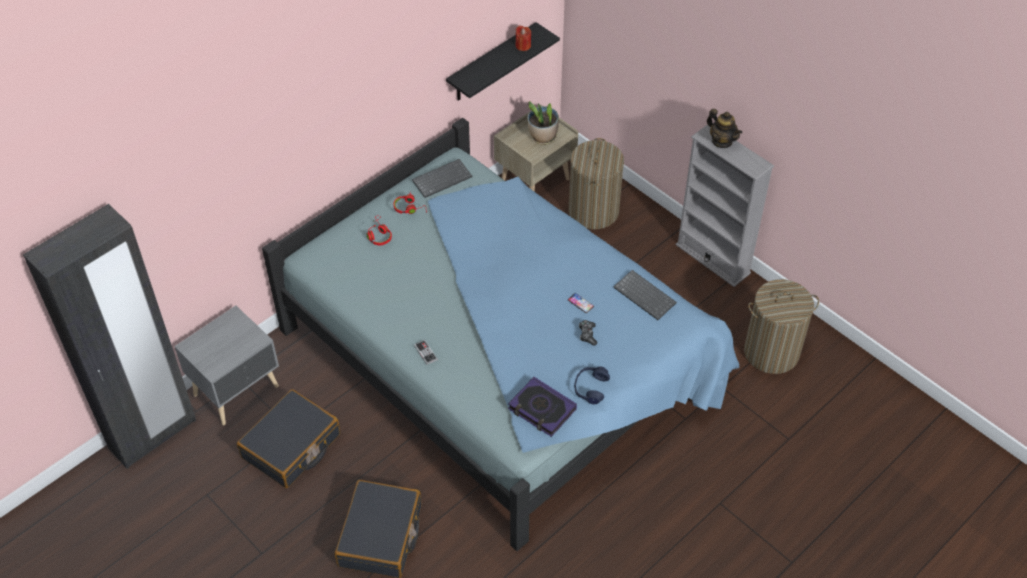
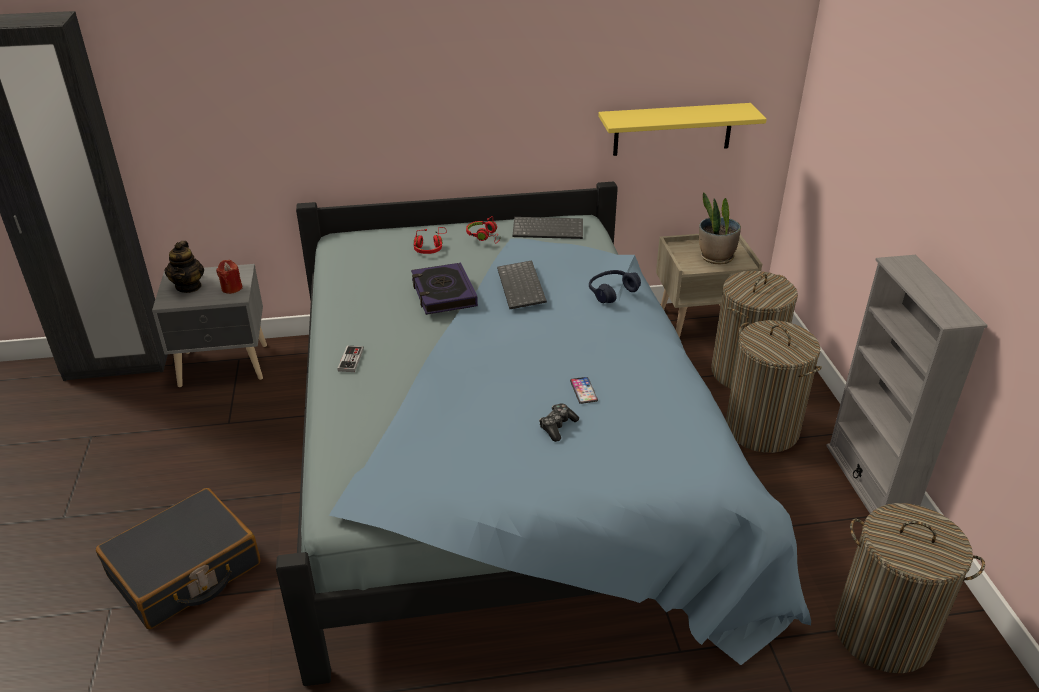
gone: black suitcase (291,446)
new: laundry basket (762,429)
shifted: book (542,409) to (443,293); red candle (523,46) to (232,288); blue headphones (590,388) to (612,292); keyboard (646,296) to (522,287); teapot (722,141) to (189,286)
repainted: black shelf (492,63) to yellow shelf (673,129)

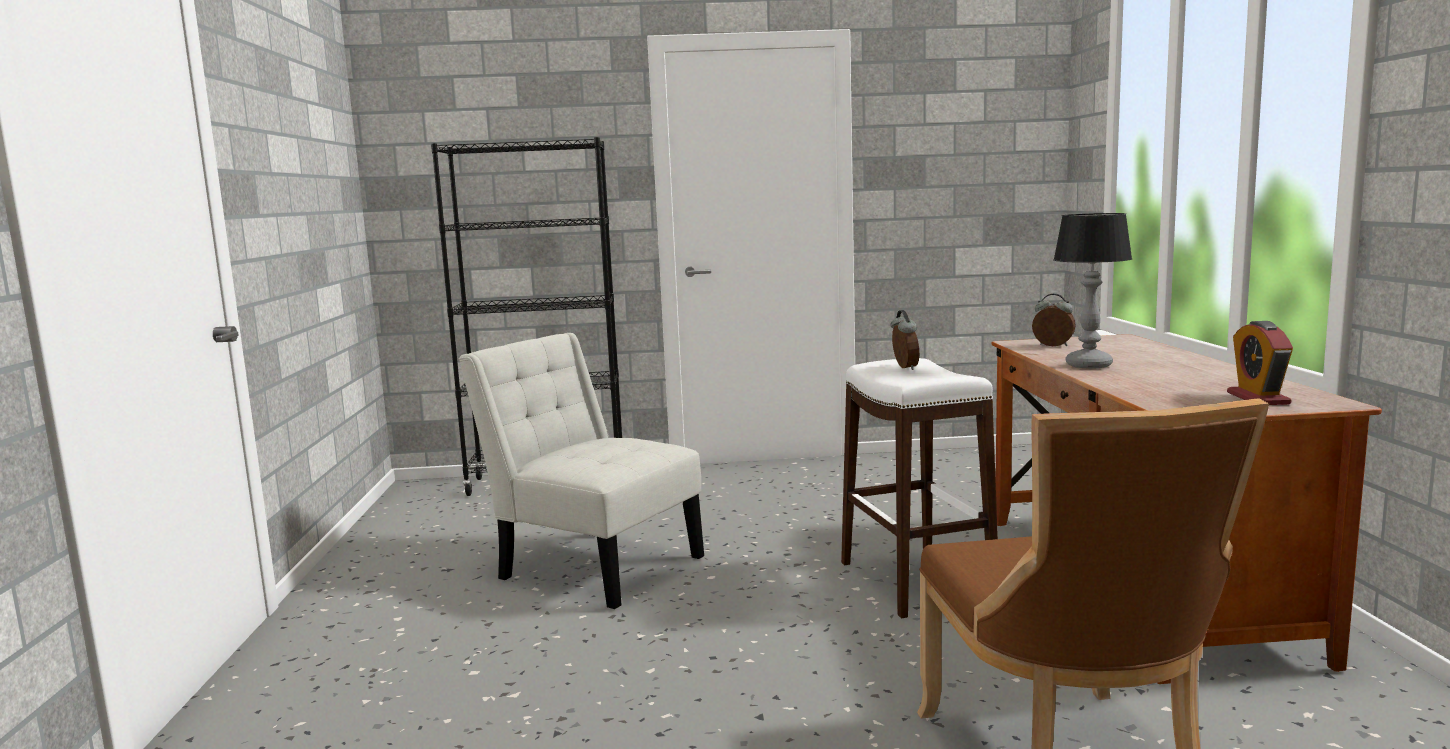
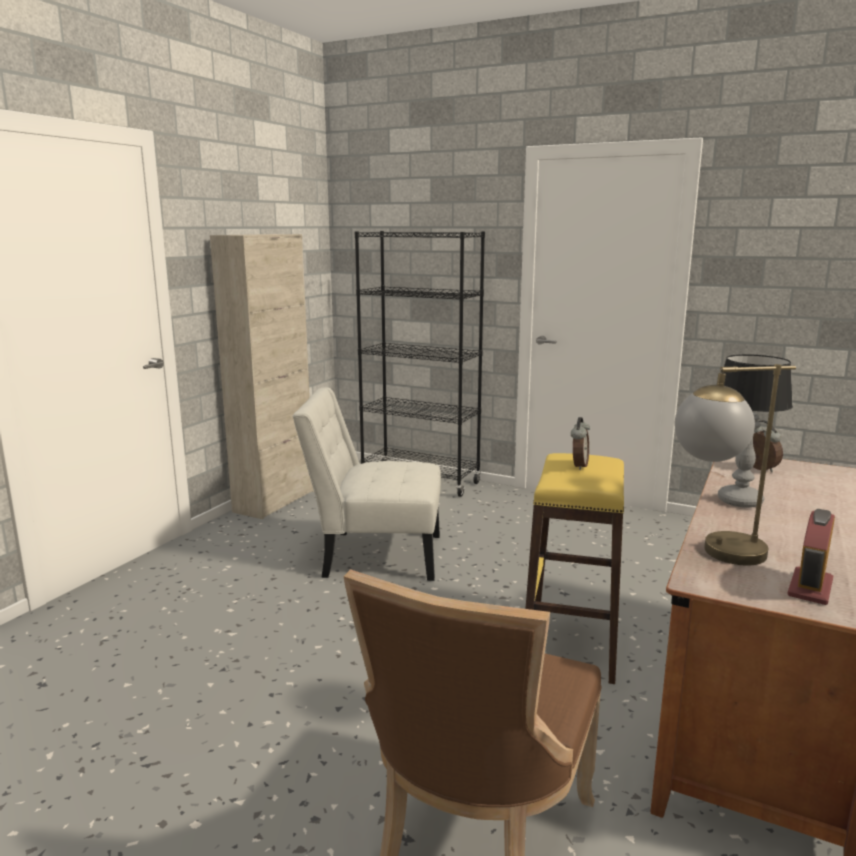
new: beige cabinet (274,501); table lamp (714,554)
repainted: white stool (915,581) to yellow stool (571,641)
rotated: white chair (594,565) = (375,555) 60 degrees counterclockwise

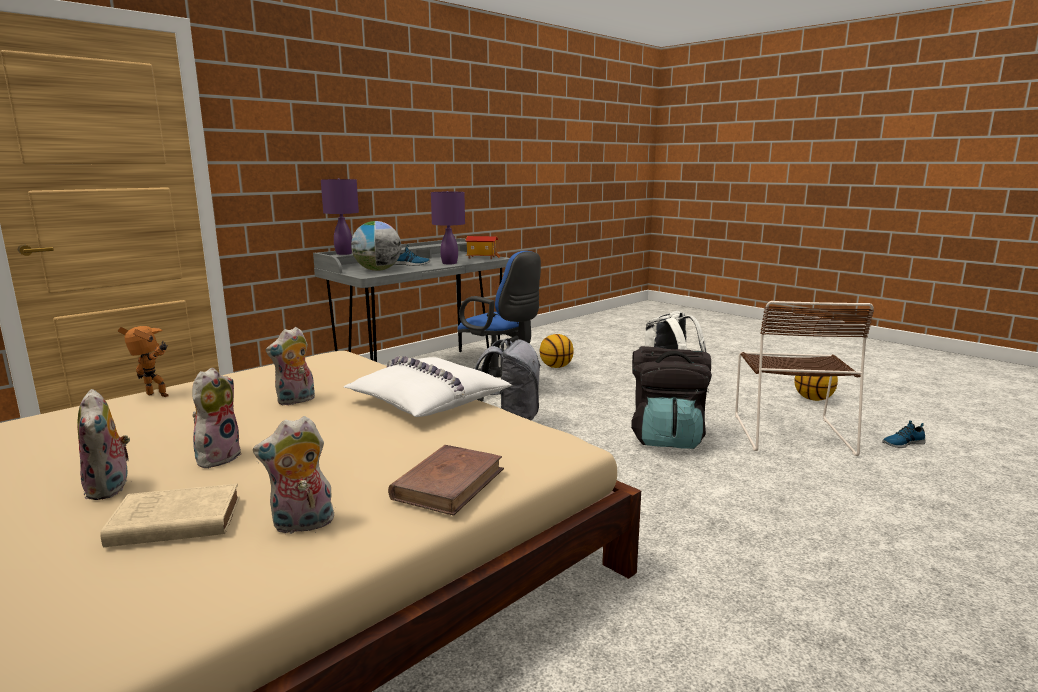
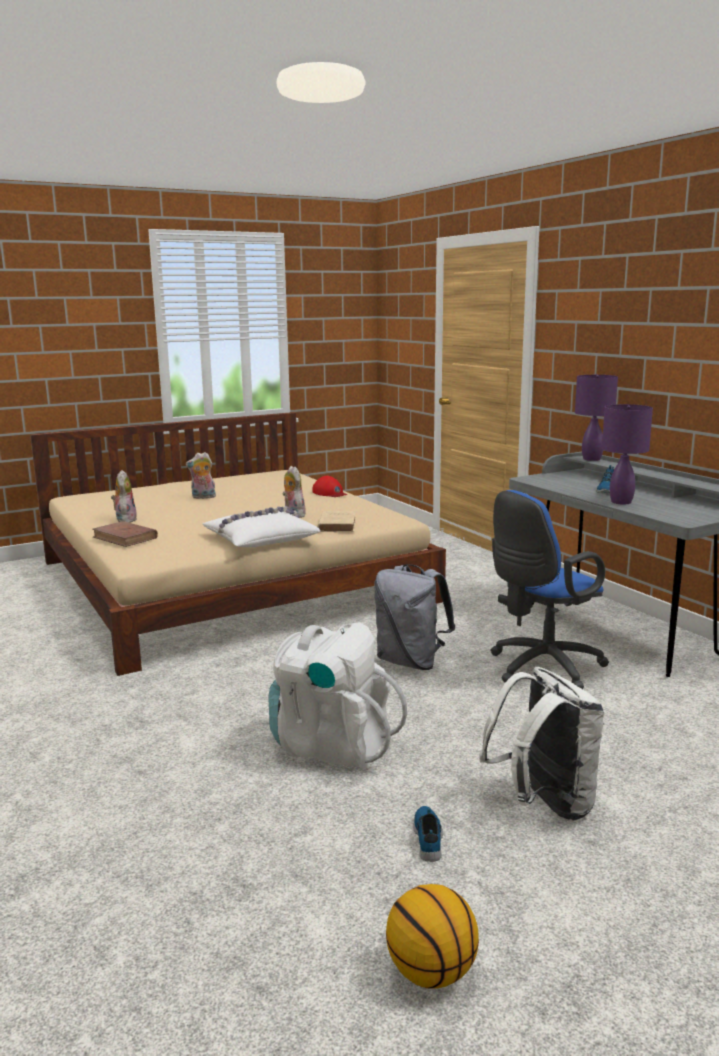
gone: plush toy (218,457); globe (377,270); toy house (482,257); basketball (556,367); brown chair (791,432)
shifted: beige book (172,522) to (337,525); shoe (902,443) to (429,837)
swapped: toy robot (155,396) to red cap (330,493)
repainted: black backpack (666,438) to white backpack (331,745)

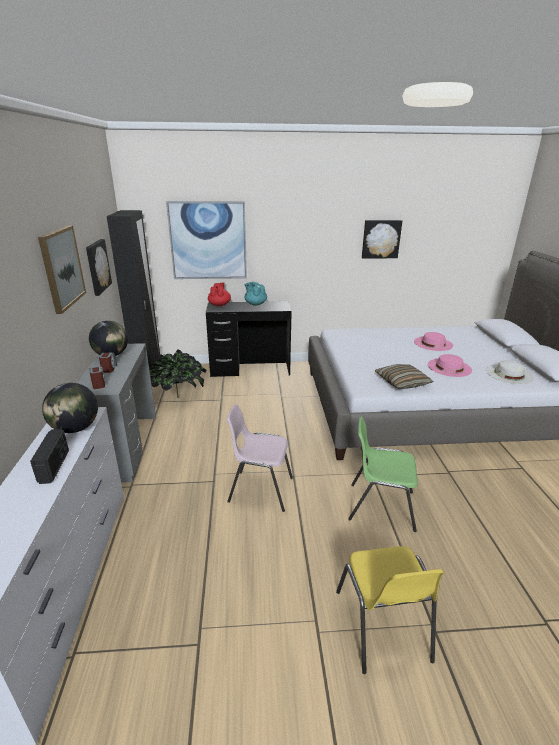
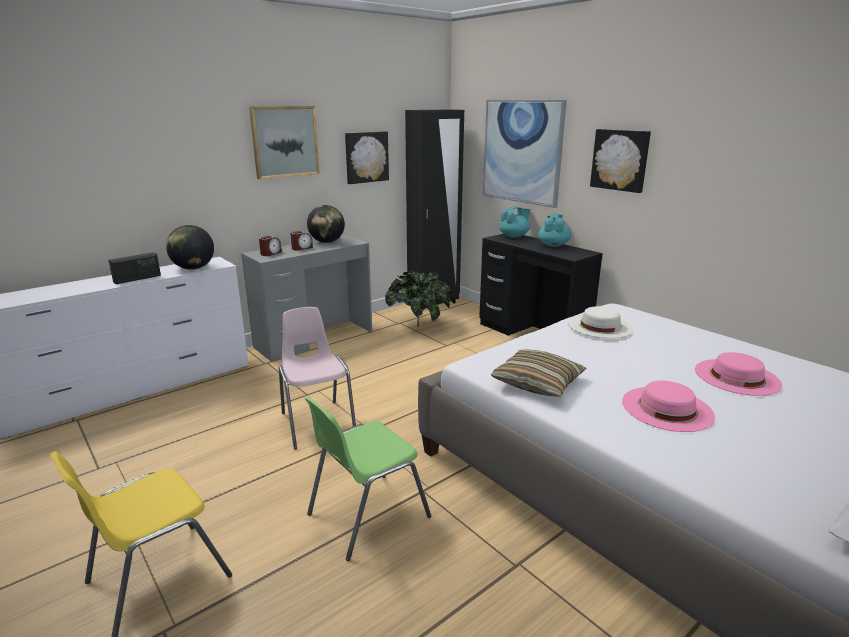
shifted: picture (381,239) to (620,160); white hat (509,374) to (600,325)
repainted: red teapot (219,305) to turquoise teapot (514,236)
rotated: green chair (380,505) = (366,515) 105 degrees counterclockwise

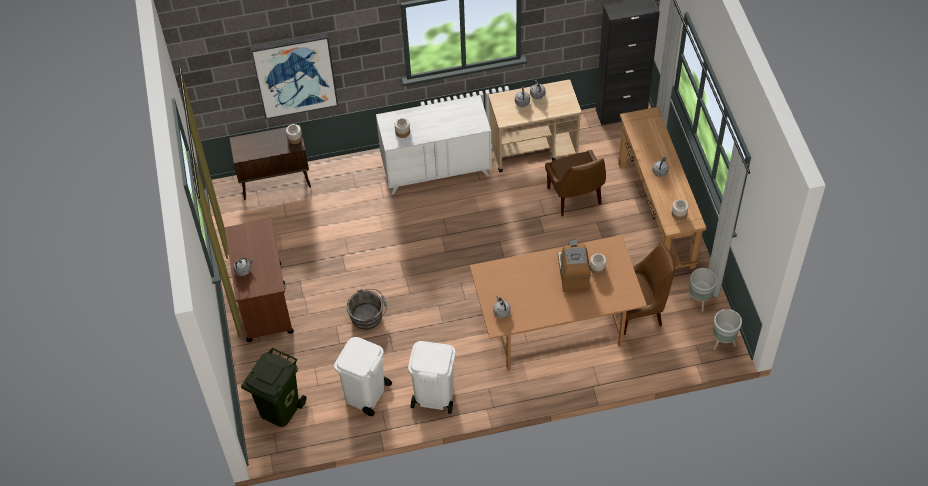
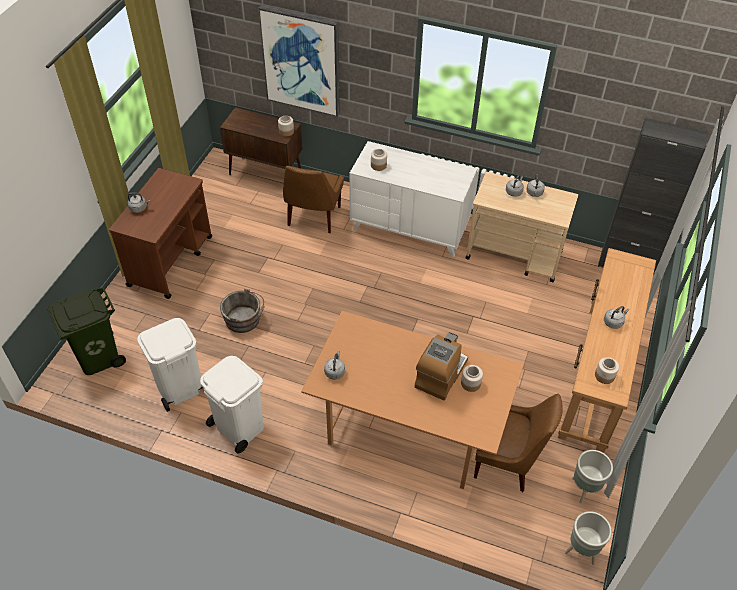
shifted: brown chair (575,198) to (313,217)

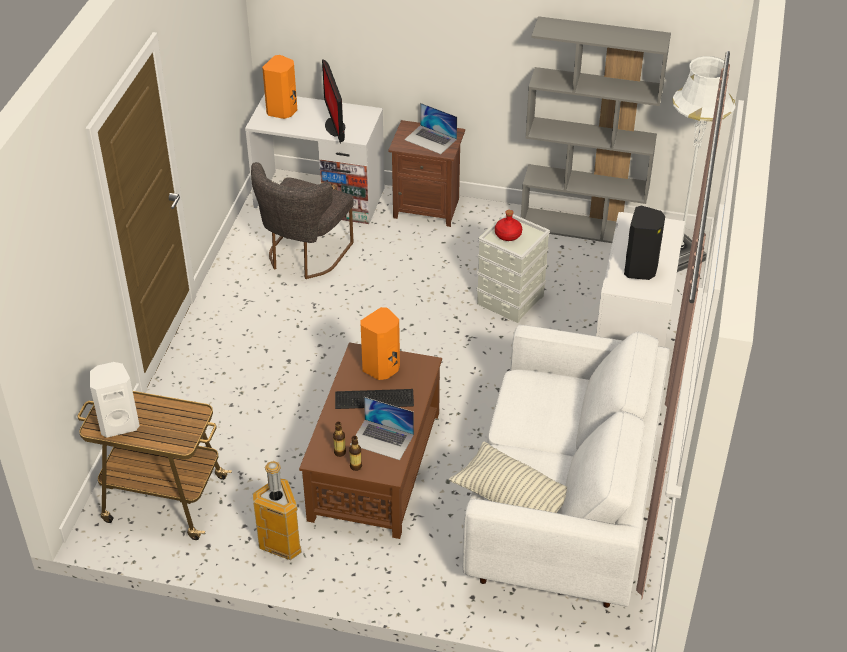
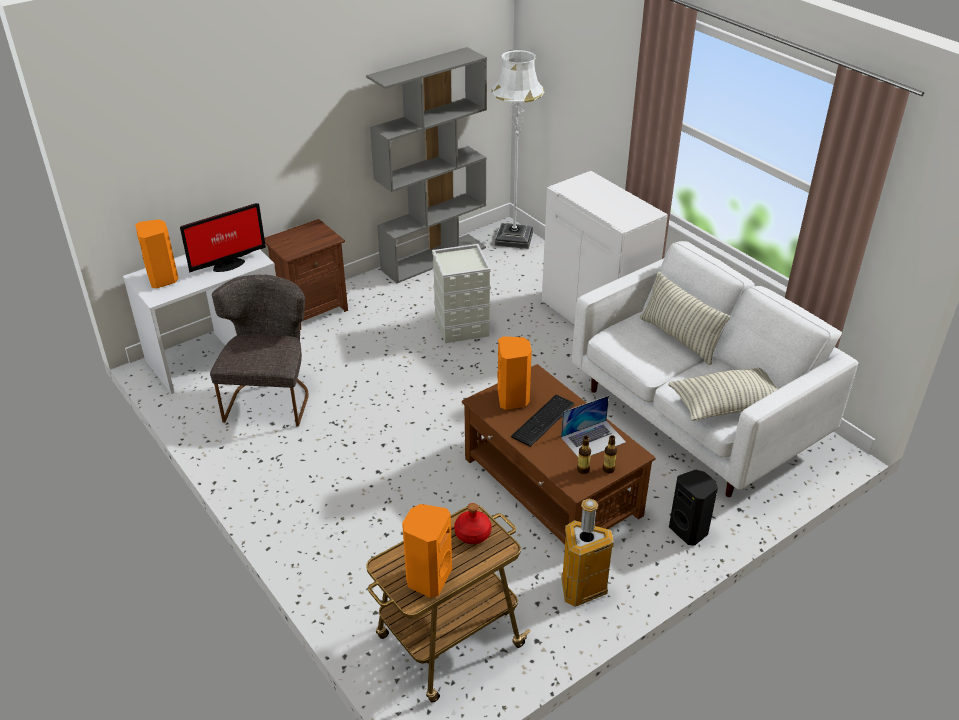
gone: laptop (430,139)
new: pillow (679,338)
shifted: red bottle (507,235) to (472,534); black speaker (641,269) to (689,530)
repainted: white speaker (119,424) to orange speaker (427,578)
rotated: grey chair (304,256) = (270,397) 150 degrees counterclockwise; monitor (335,126) = (227,265) 60 degrees counterclockwise

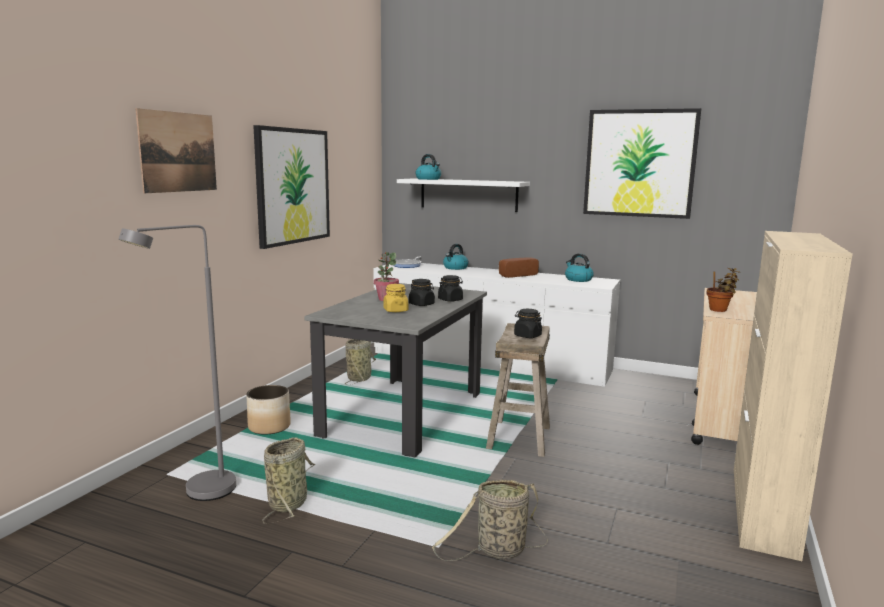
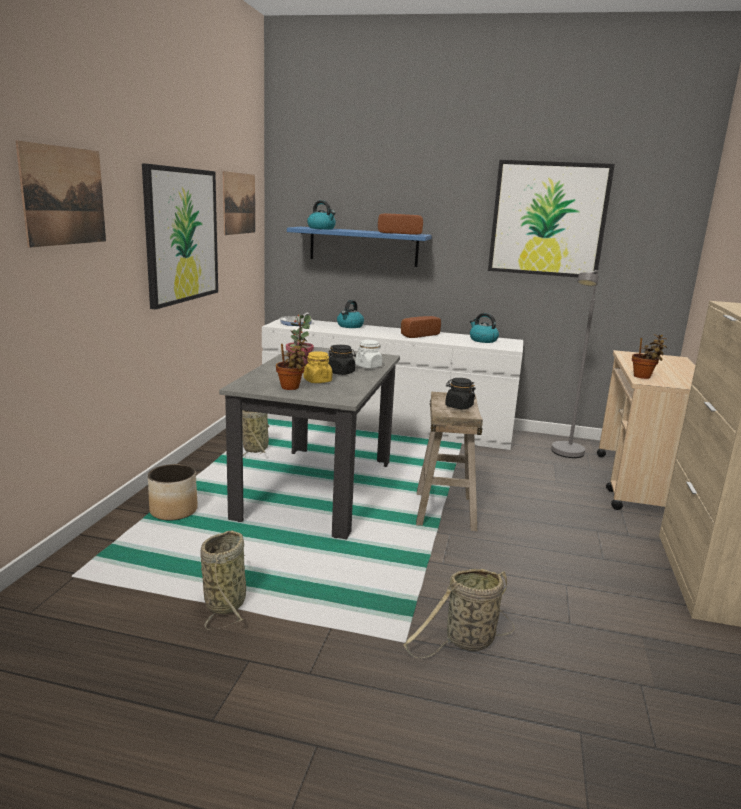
new: picture (239,203); potted plant (291,388); bread (399,233)
shifted: grey floor lamp (199,494) to (565,455)
repainted: white shelf (468,194) to blue shelf (363,246); black jar (450,300) to white jar (368,366)

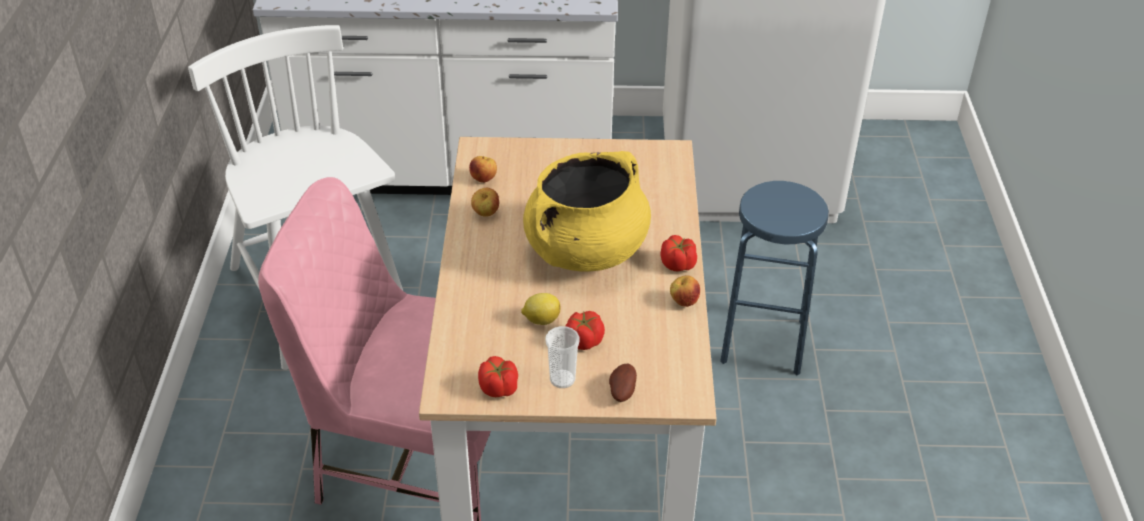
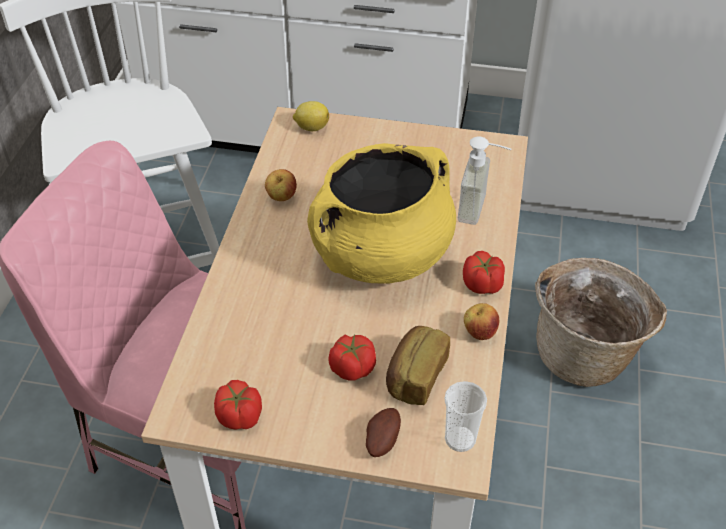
gone: apple (484,179)
new: bread (415,376); soap dispenser (481,210)
shifted: lemon (541,319) to (311,127); cup (562,379) to (460,439)
swapped: blue stool (763,341) to basket (586,353)

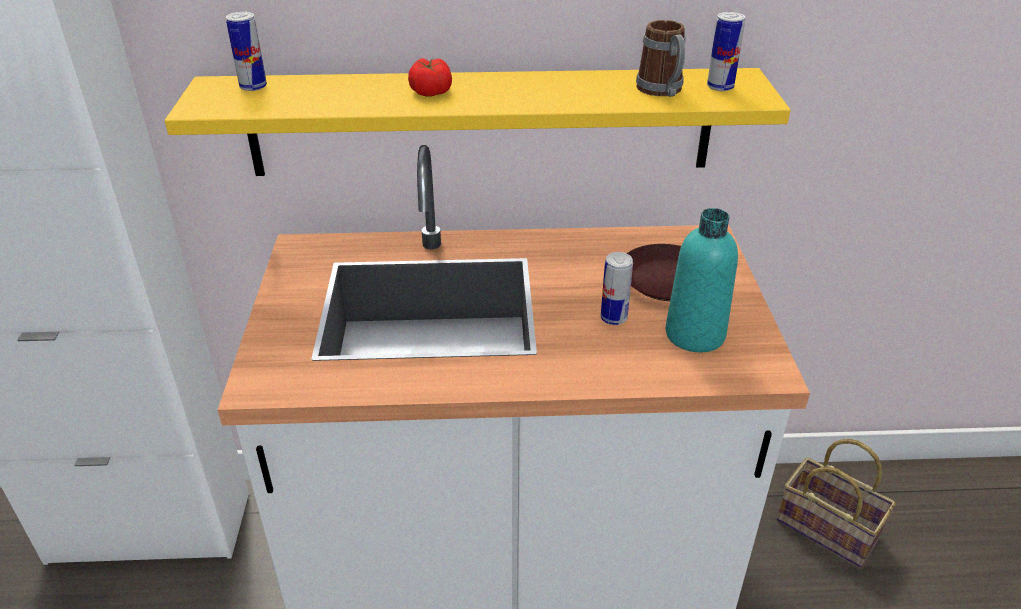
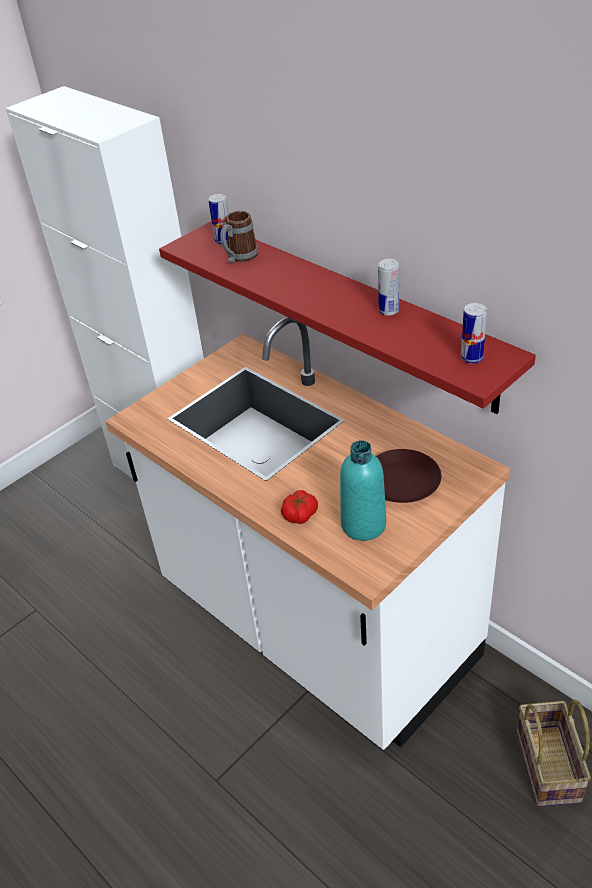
shifted: tomato (430,90) to (299,514); can (613,318) to (388,311); mug (662,91) to (239,258)
repainted: yellow shelf (481,122) to red shelf (352,313)

